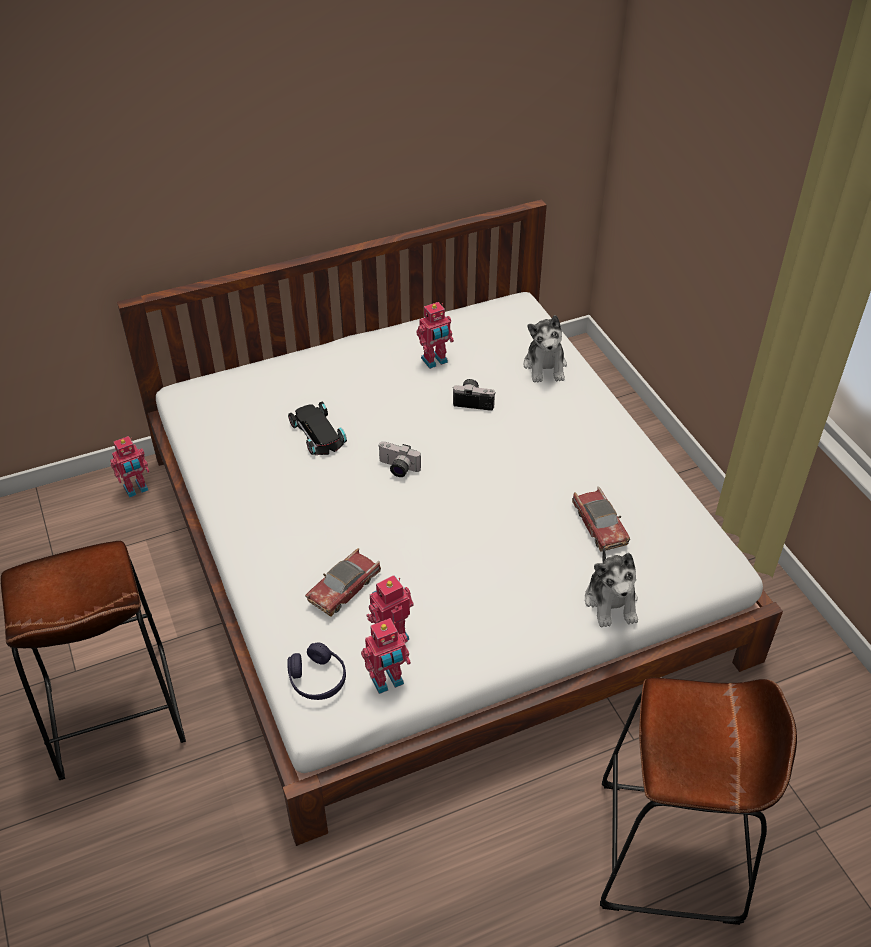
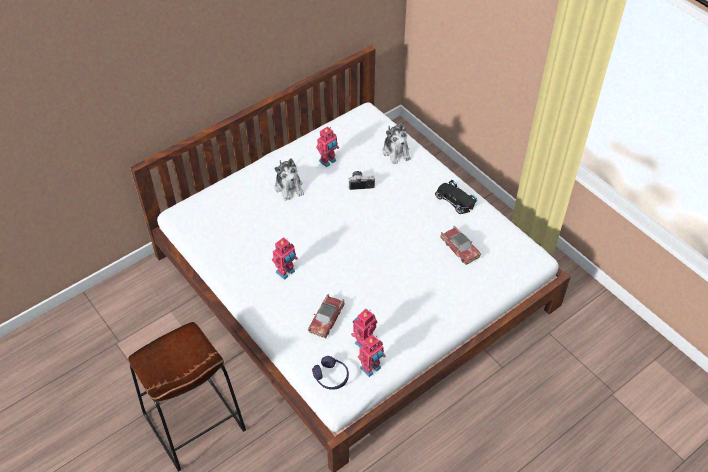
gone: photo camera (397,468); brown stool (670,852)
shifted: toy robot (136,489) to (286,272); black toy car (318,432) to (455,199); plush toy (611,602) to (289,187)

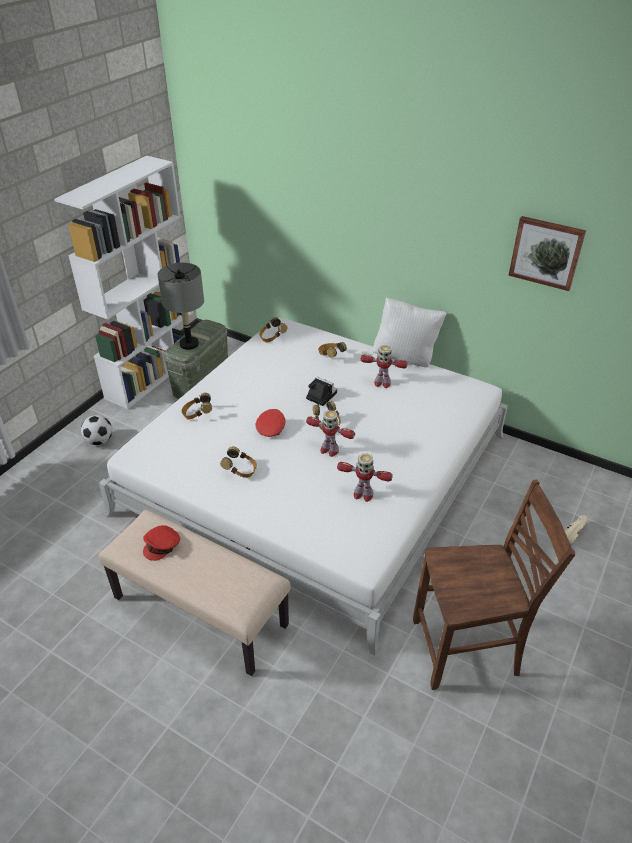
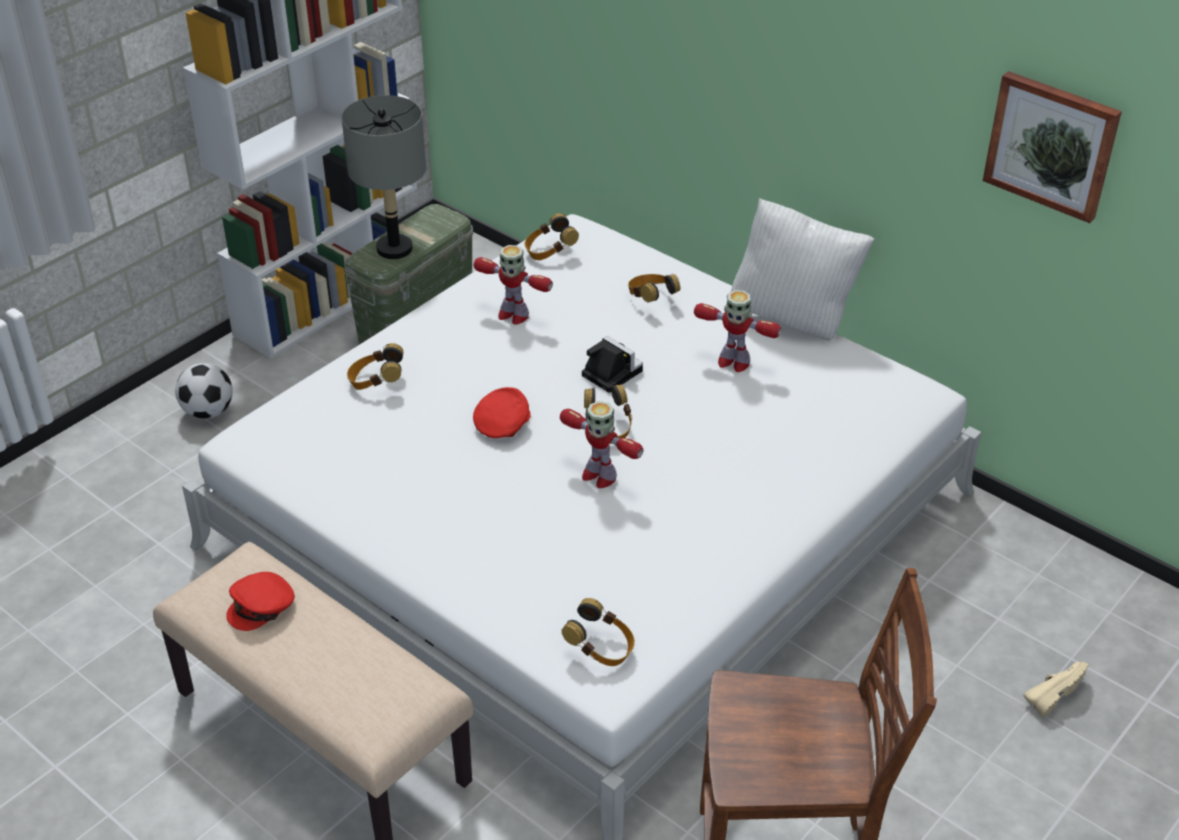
shifted: headphones (240,471) to (601,649); toy robot (362,494) to (512,315)

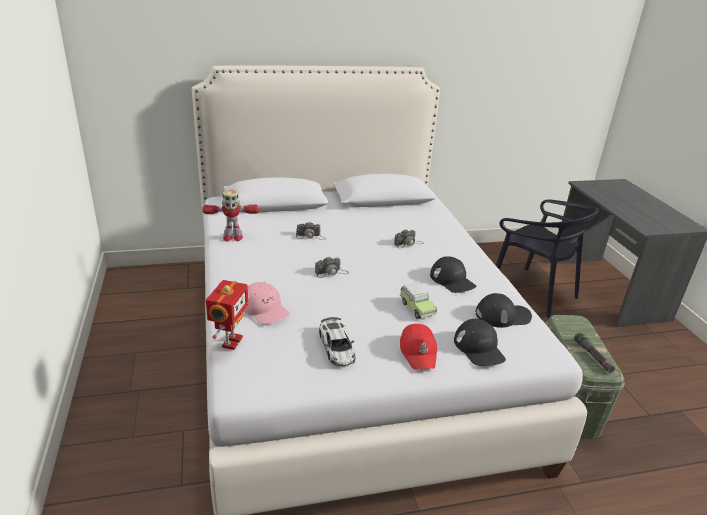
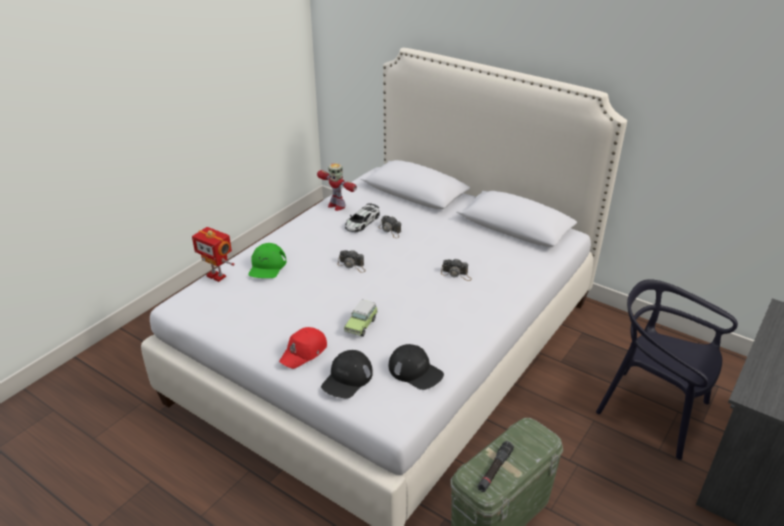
gone: black cap (452,280)
shifted: toy car (337,347) to (362,222)
repainted: pink cap (264,308) to green cap (267,266)
rotated: toy robot (230,342) = (217,275) 60 degrees clockwise; black chair (532,292) = (653,411) 120 degrees clockwise

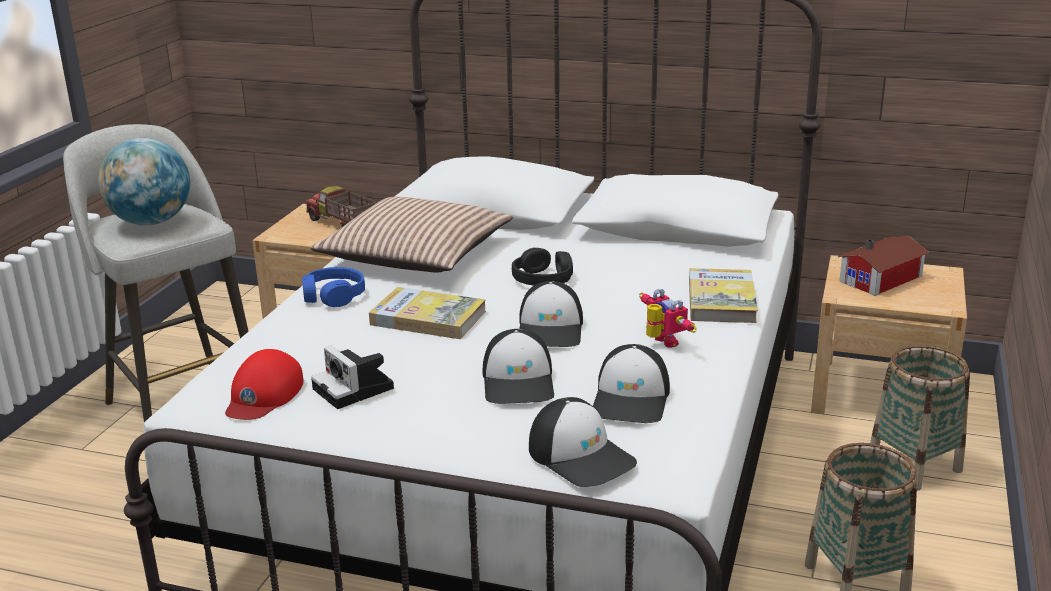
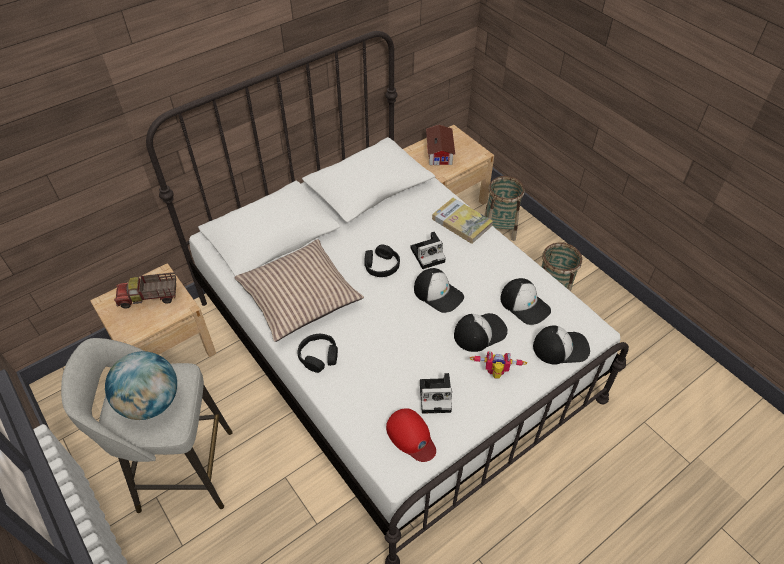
gone: book (428,318)
new: photo camera (428,254)
shifted: toy robot (661,343) to (495,374)
repainted: blue headphones (333,296) to black headphones (319,356)
rotated: cap (519,382) = (479,332) 60 degrees counterclockwise

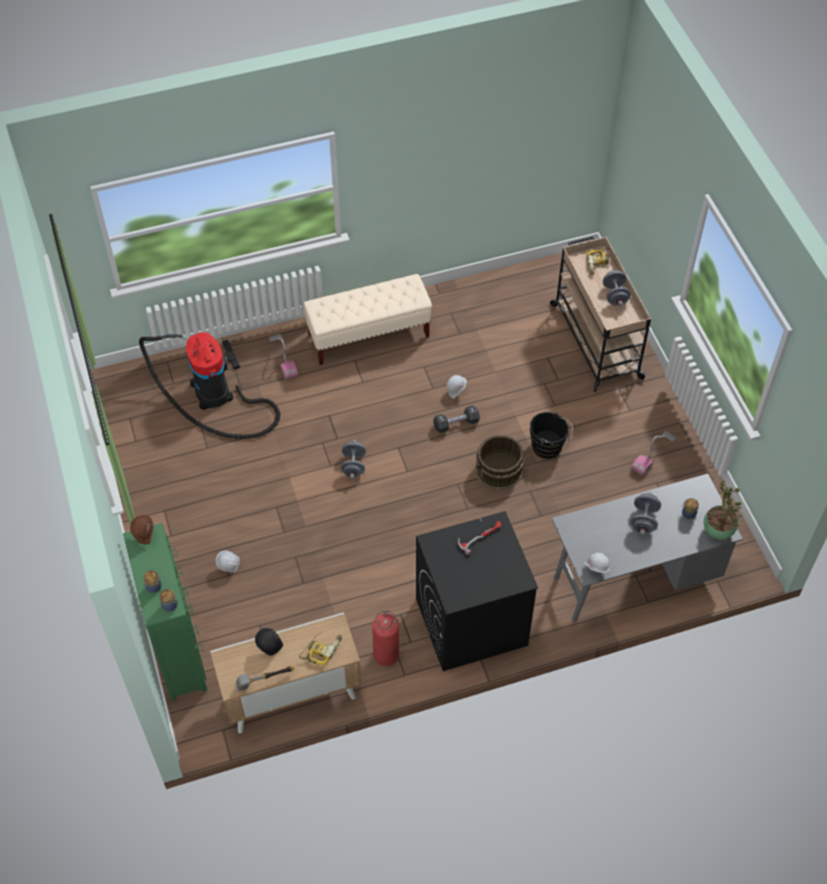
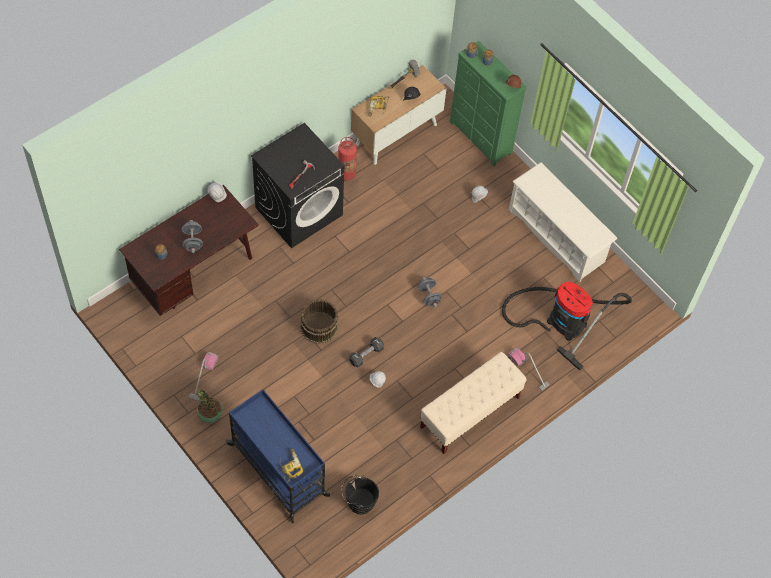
gone: grey dumbbell (615,295)
new: white shoe rack (557,236)
shifted: black bucket (549,447) to (358,502); potted plant (717,530) to (211,416)
repainted: beige cart (595,340) to blue cart (279,471); grey desk (633,578) to brown desk (194,274)

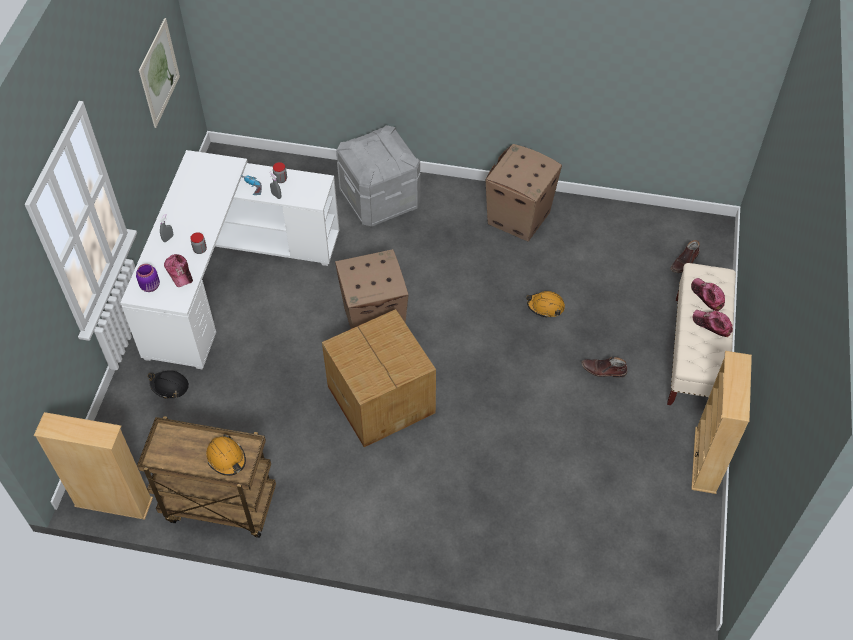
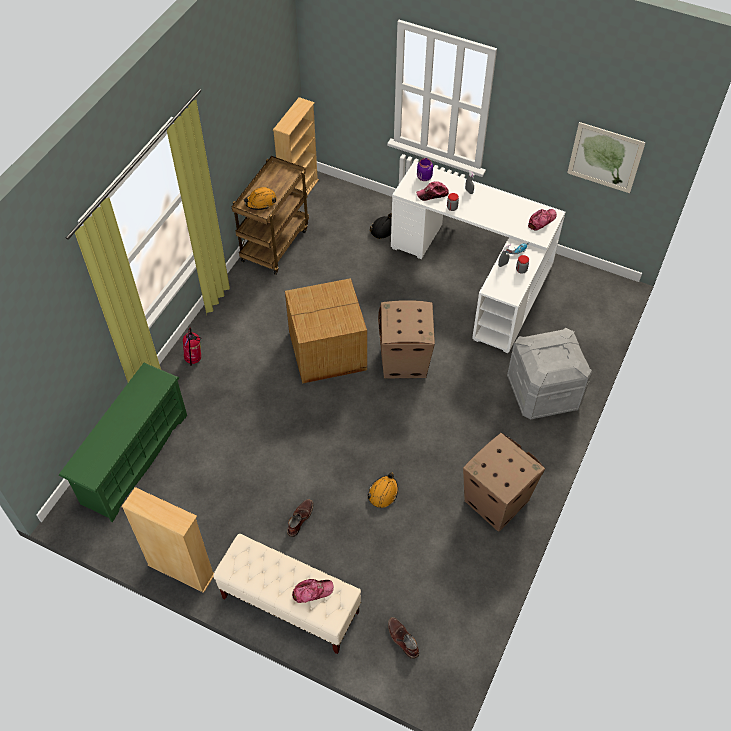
new: green shoe rack (134,458); fire extinguisher (194,360)
shifted: cap (712,324) to (541,221)

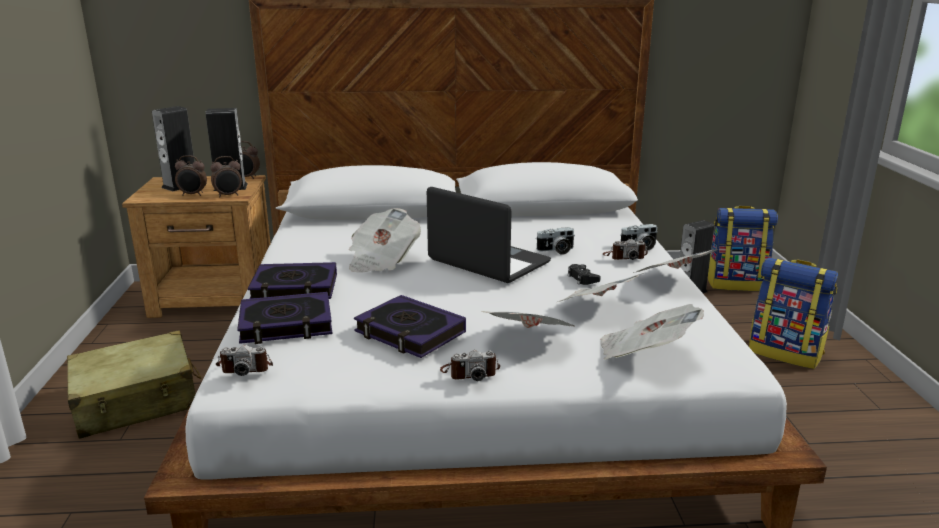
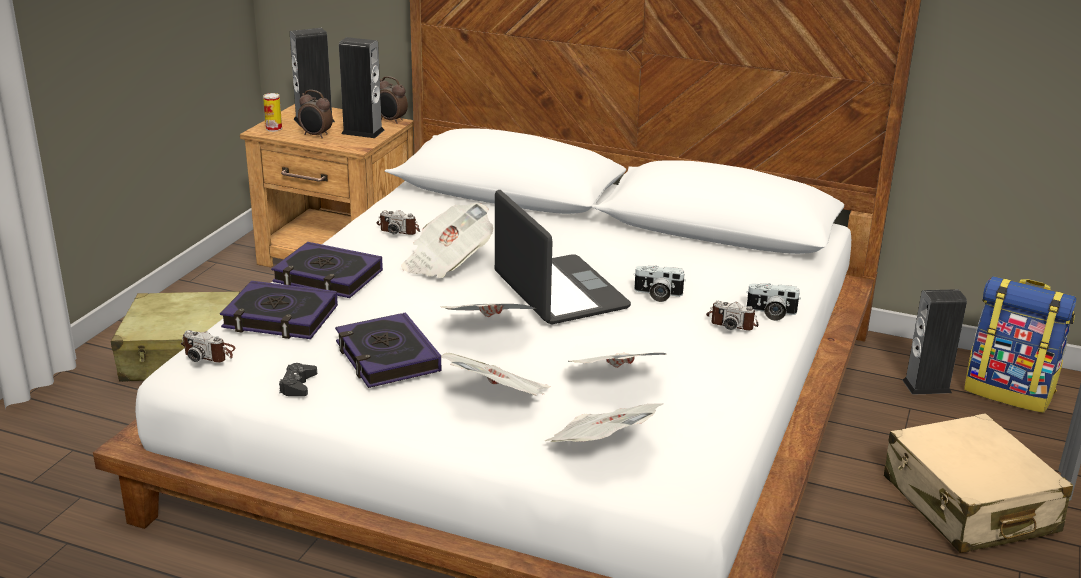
gone: alarm clock (228,195)
new: can (274,128)
shifted: photo camera (470,372) to (400,229); black game controller (582,278) to (298,385); newspaper (671,281) to (489,331)
swapped: backpack (786,353) to beige suitcase (968,505)

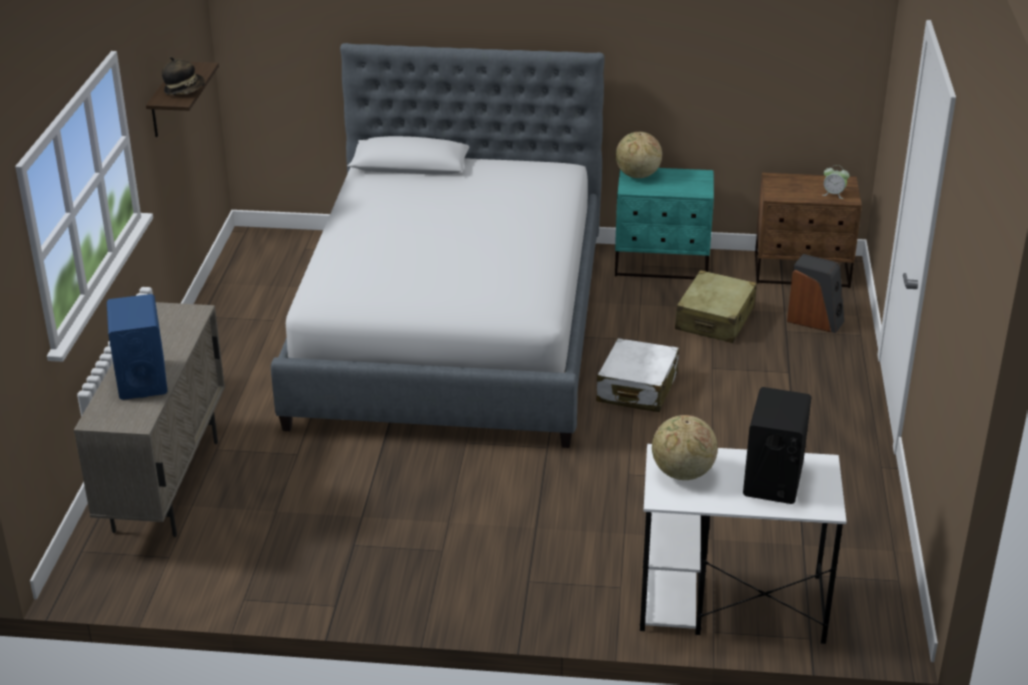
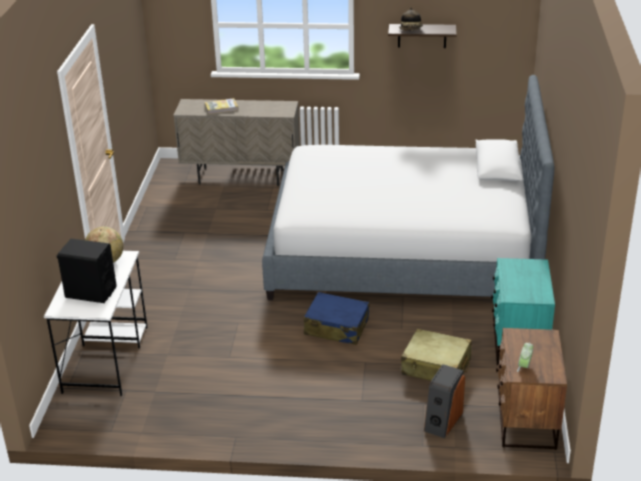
gone: globe (637,176)
swapped: blue speaker (142,379) to book (221,108)
repainted: white suitcase (637,388) to blue suitcase (336,327)

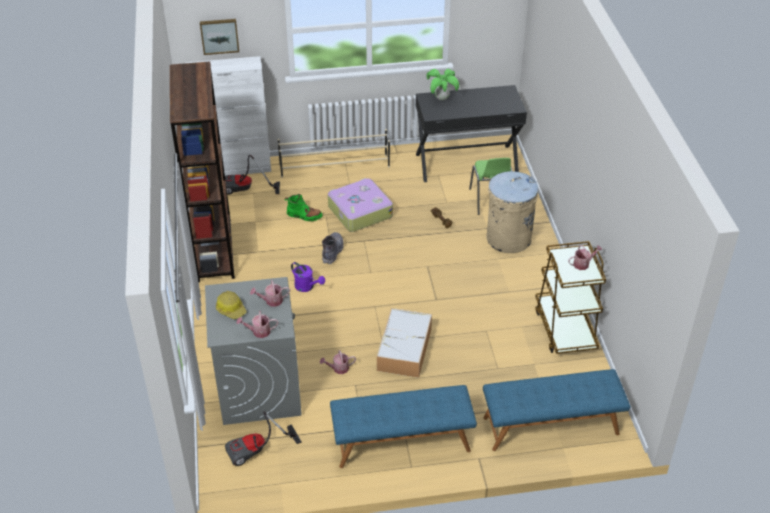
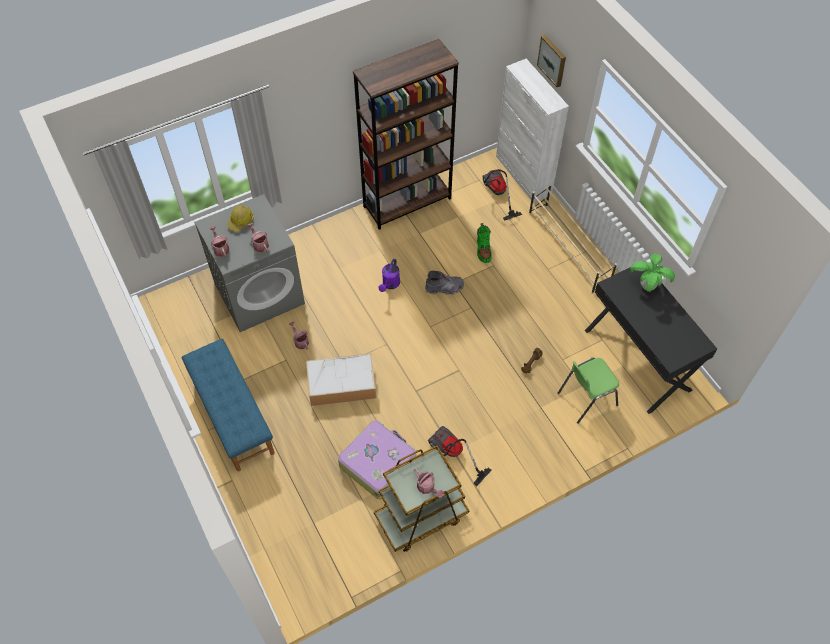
gone: blue bench (551,426); beige trash can (508,238)
shifted: vacuum cleaner (258,451) to (452,455); suitcase (359,211) to (378,463)

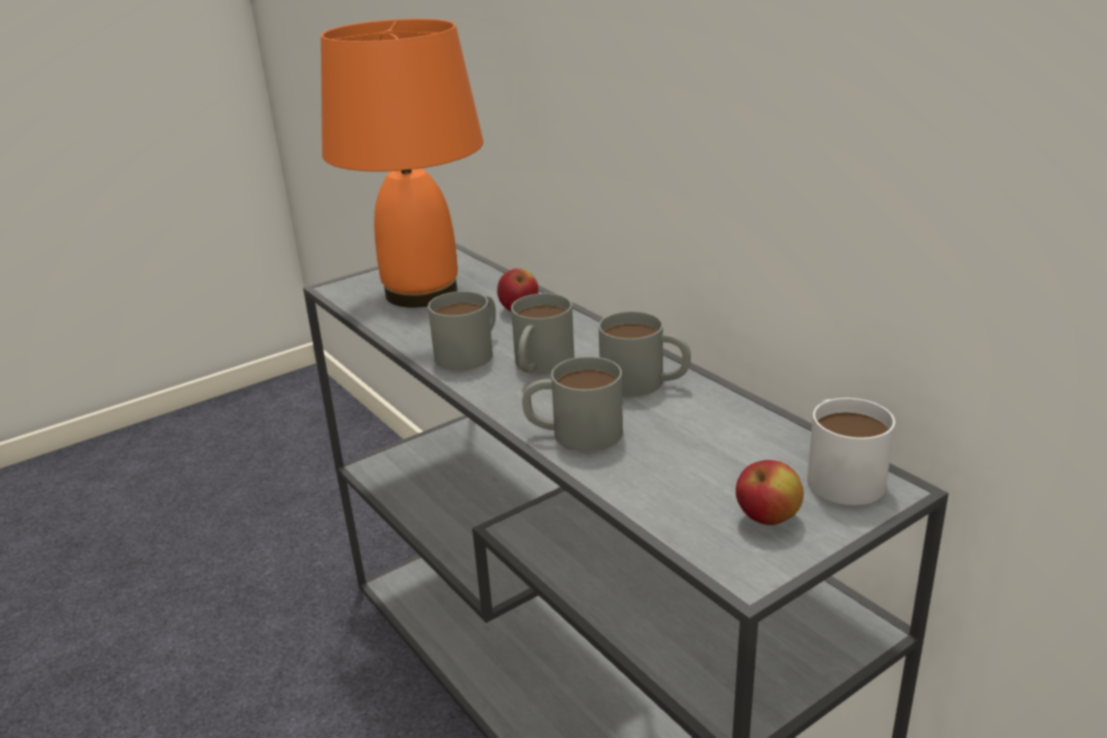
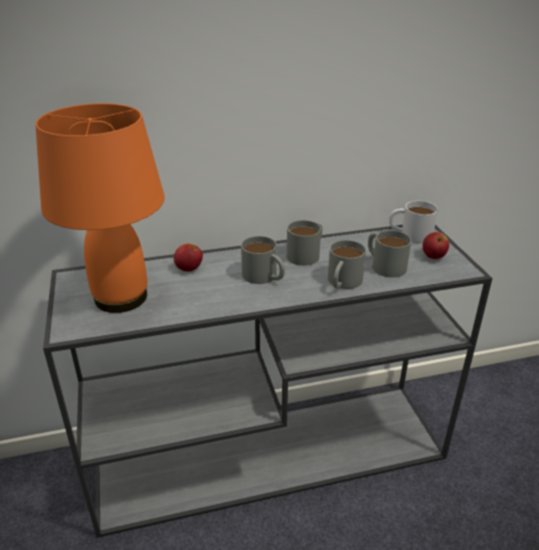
shifted: grey mug (471,351) to (384,264)

